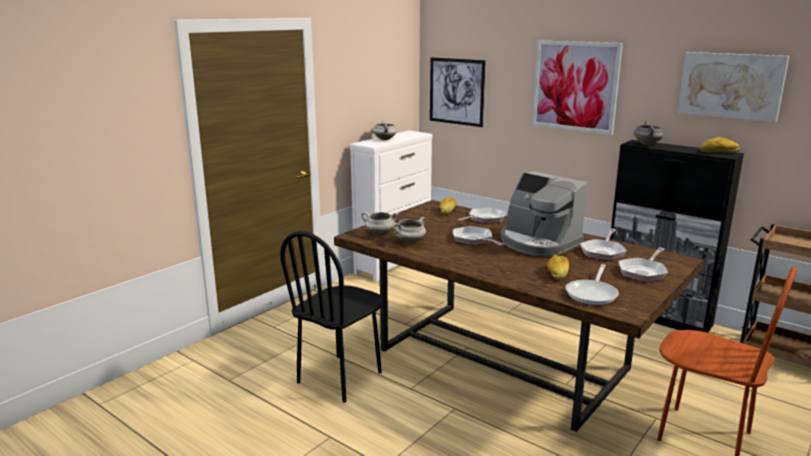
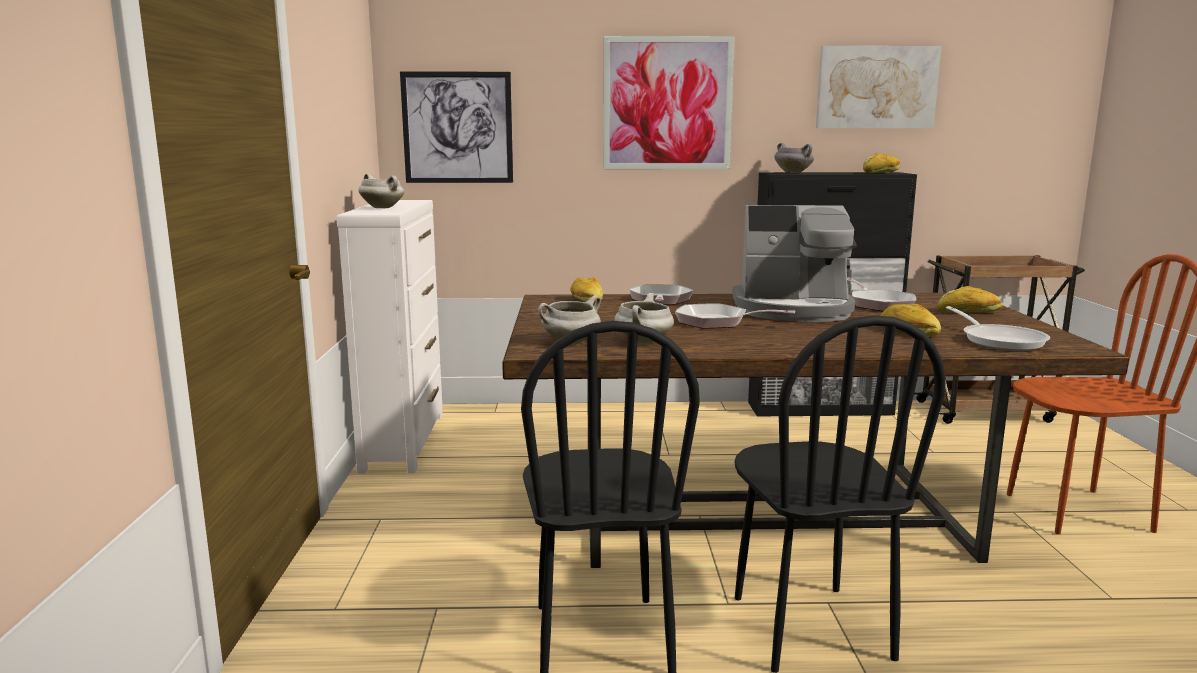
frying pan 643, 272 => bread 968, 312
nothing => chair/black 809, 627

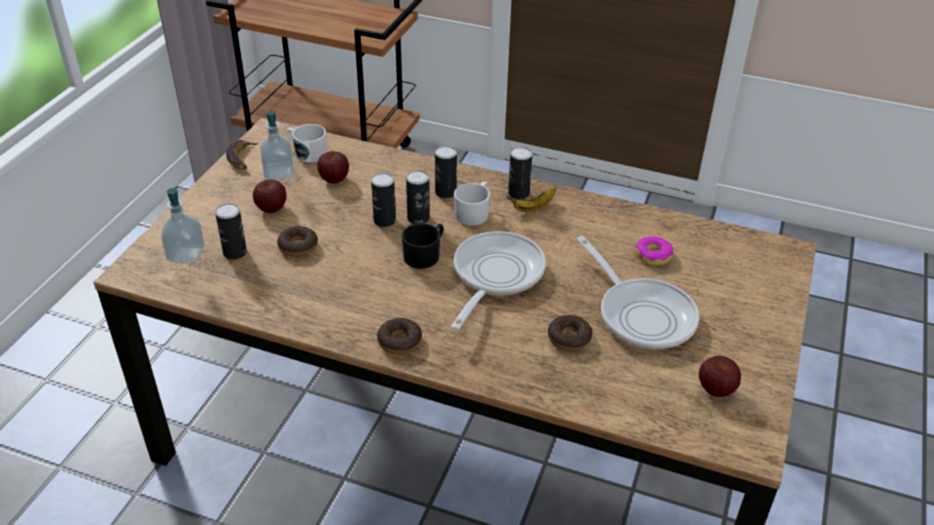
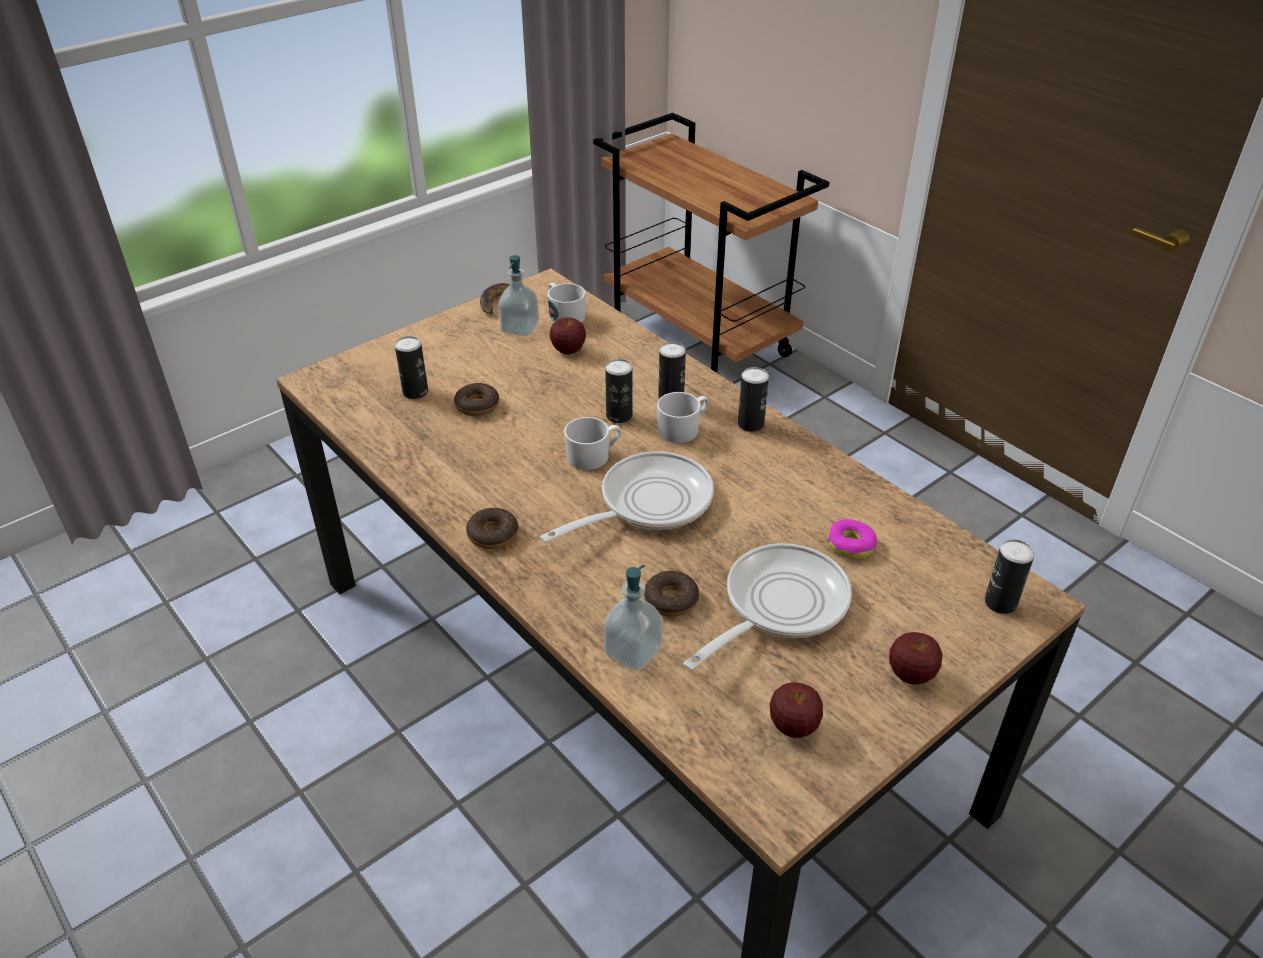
can 384, 220 => can 1000, 603, move
apple 271, 208 => apple 911, 674, move
soap dispenser 186, 254 => soap dispenser 633, 651, move
banana 533, 207 => nothing
mug/black 425, 255 => mug/white 593, 456
frying pan 641, 314 => frying pan 778, 606, 135 degrees counterclockwise

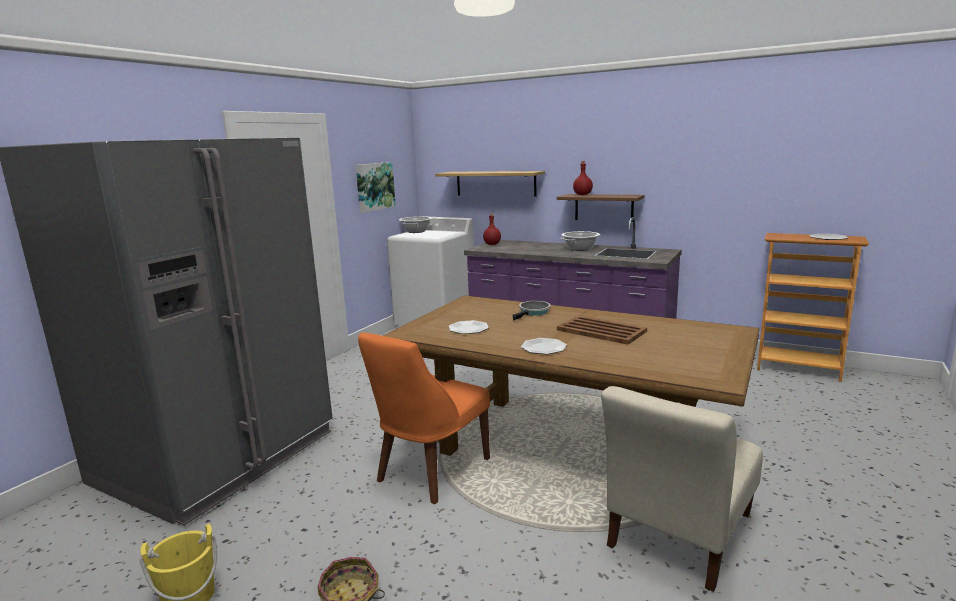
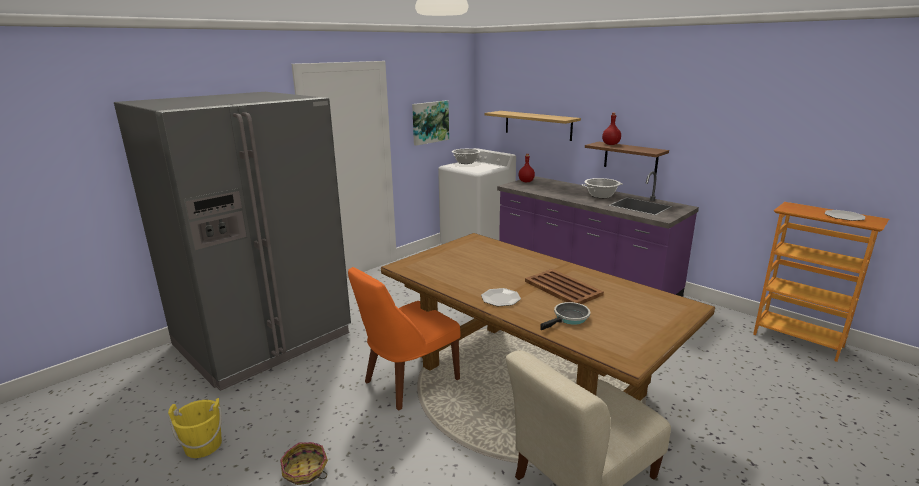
frying pan 533, 312 => frying pan 569, 318, move
plate 468, 328 => nothing

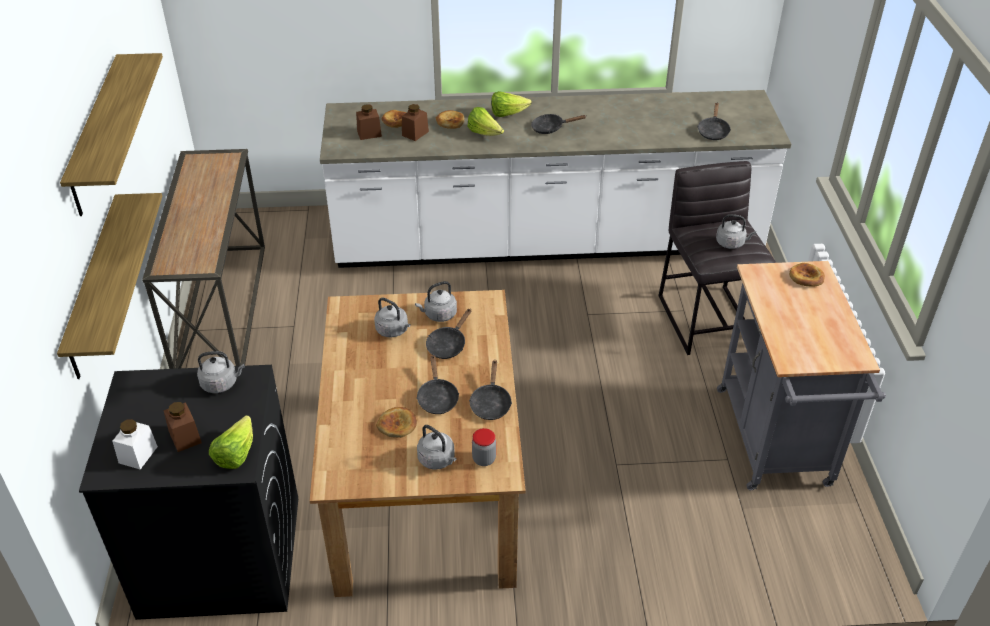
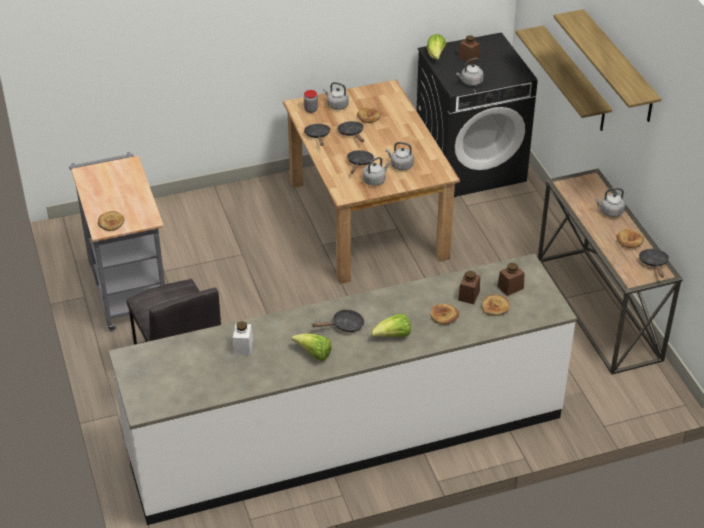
frying pan/black 713, 131 => frying pan/black 654, 263, move
lettuce 484, 133 => lettuce 314, 354, move
kettle/grey 731, 243 => kettle/grey 610, 212, move
jar/white 138, 455 => jar/white 243, 347, move
nothing => bread 629, 240

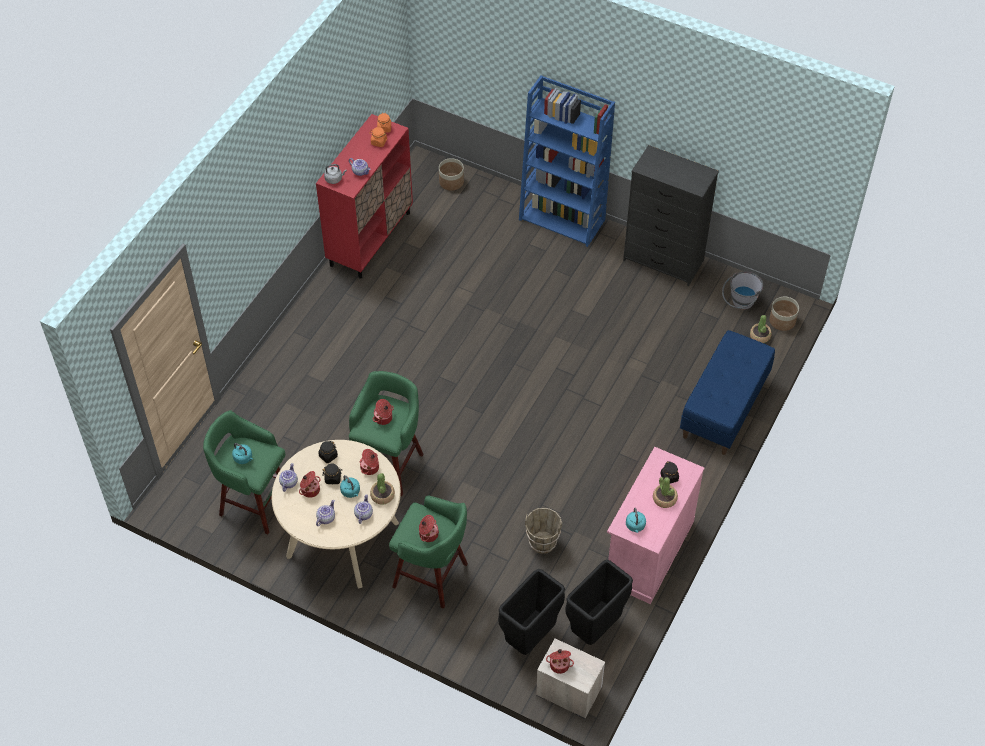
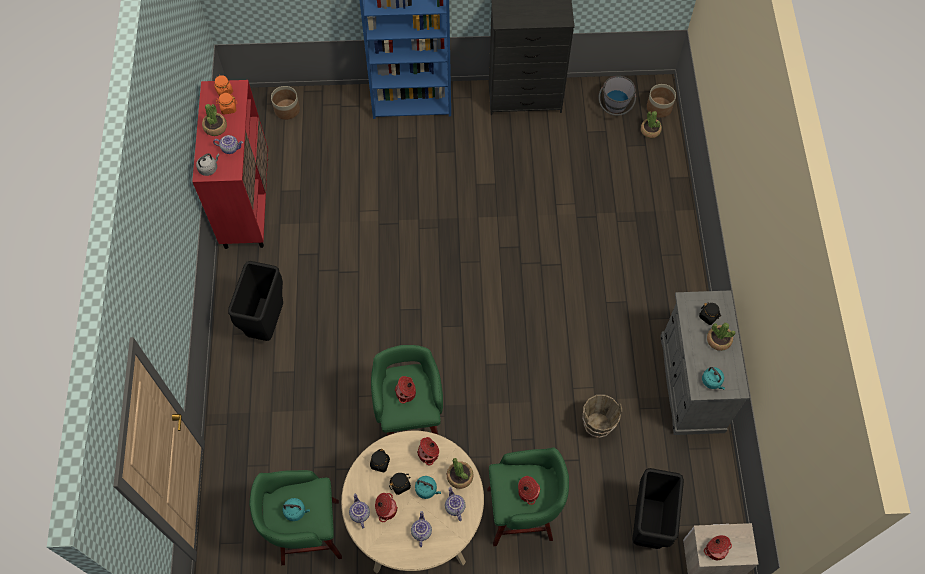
bench/blue 724, 408 => nothing
cabinet/pink 649, 551 => cabinet/grey 691, 383
trash can/black 594, 628 => trash can/black 266, 324, move
nothing => potted plant 215, 127

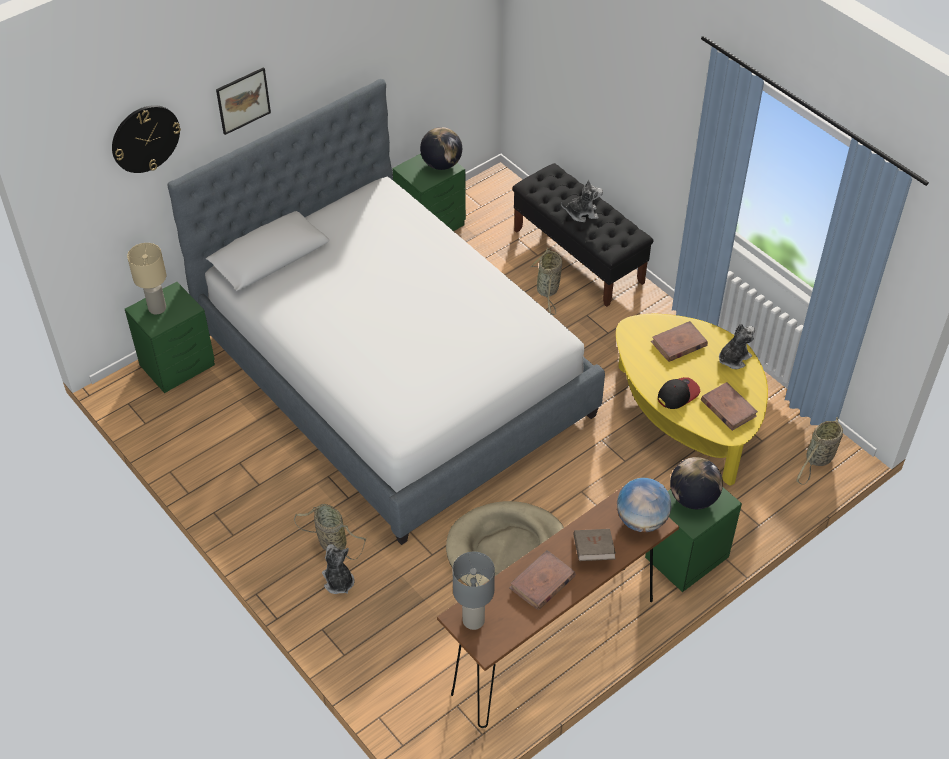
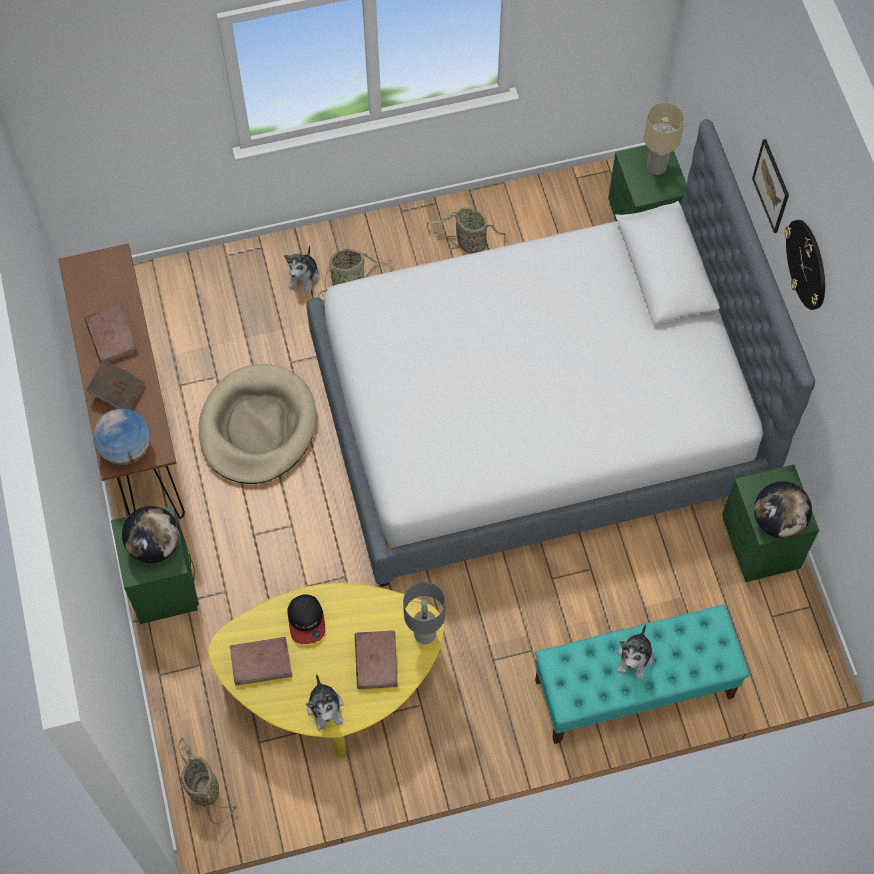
wall clock 145, 138 => wall clock 807, 264, move
bench/black 578, 256 => bench/turquoise 633, 689
basket 548, 291 => basket 469, 243, move
plush toy 338, 581 => plush toy 304, 276, 105 degrees clockwise
table lamp/grey 473, 621 => table lamp/grey 424, 633, move

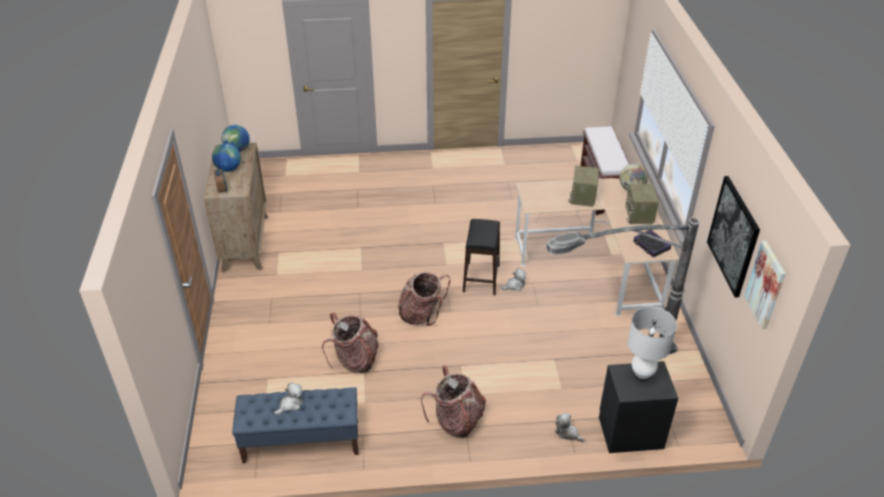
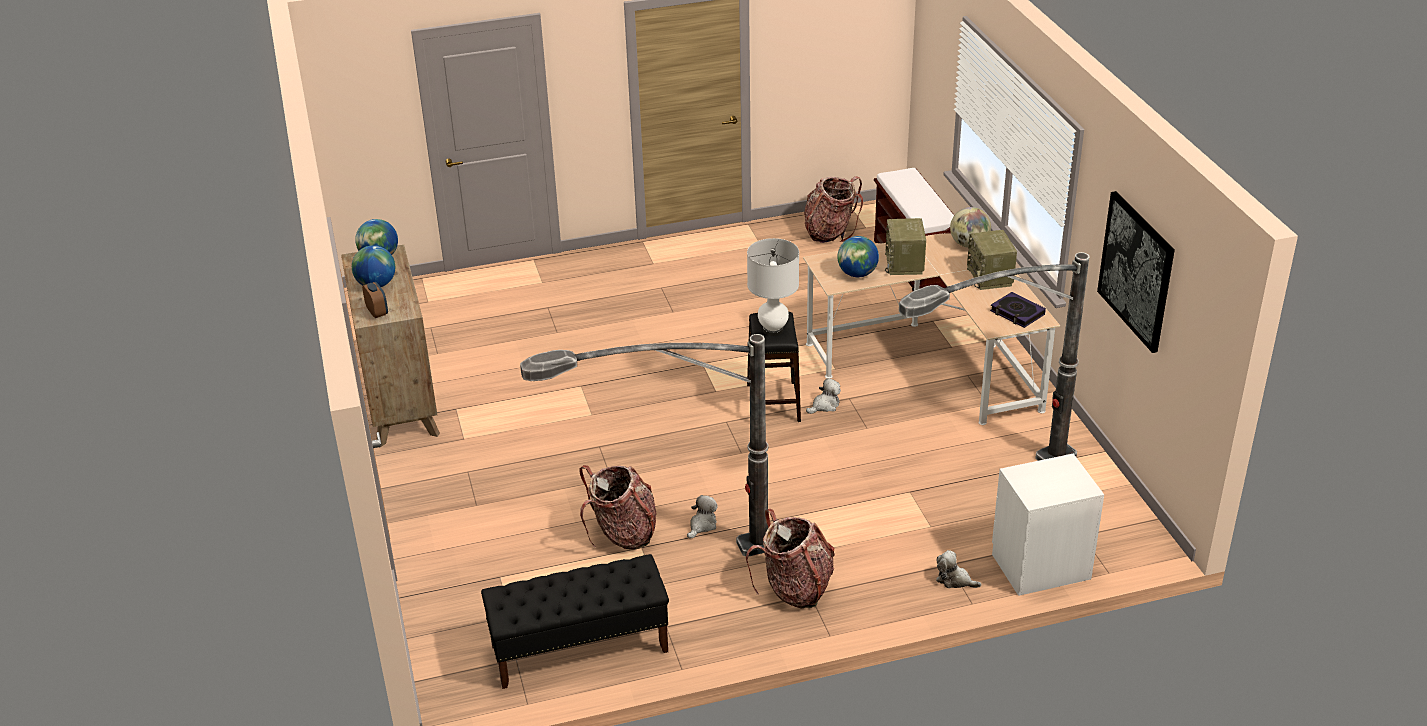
picture 766, 285 => nothing
backpack 421, 314 => backpack 830, 232, move
table lamp/white 642, 375 => table lamp/white 773, 330, move
nightstand/black 630, 431 => nightstand/white 1040, 565
plush toy 290, 404 => plush toy 702, 525, move
bench/blue 301, 441 => bench/black 579, 649
nothing => globe 857, 274
nothing => floor lamp 664, 567

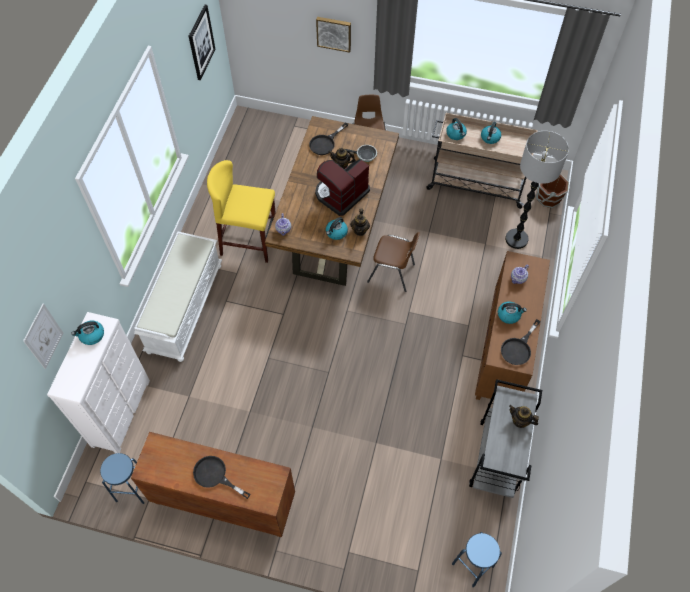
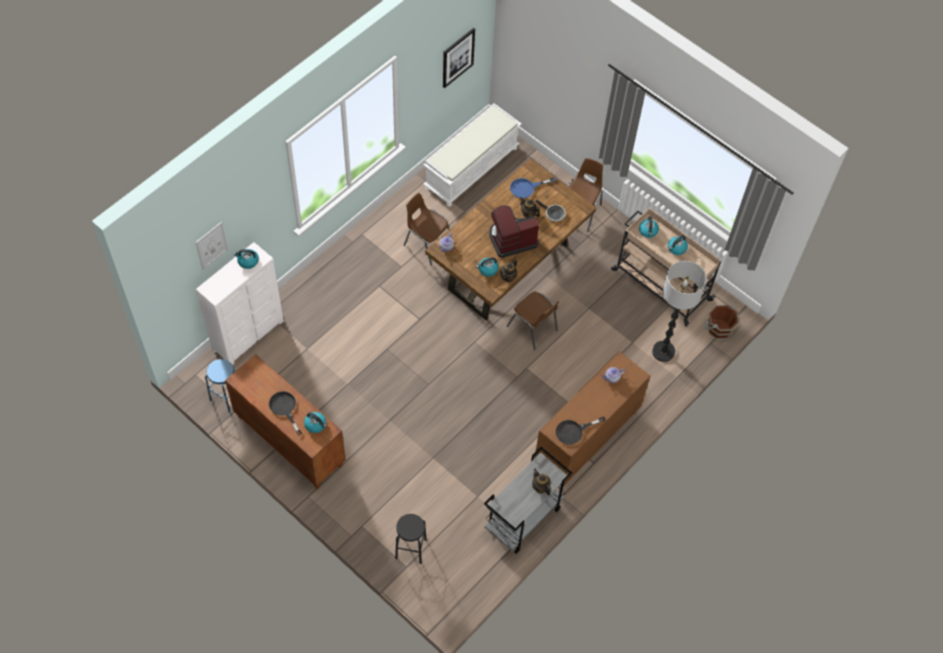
picture 334, 33 => nothing
frying pan/black 325, 143 => frying pan/blue 526, 188
stool/yellow 249, 242 => chair/brown 427, 244
bench/white 184, 307 => bench/white 471, 167, move
kettle 509, 315 => kettle 316, 425, move
stool/blue 472, 565 => nothing
nothing => stool/black 411, 549

